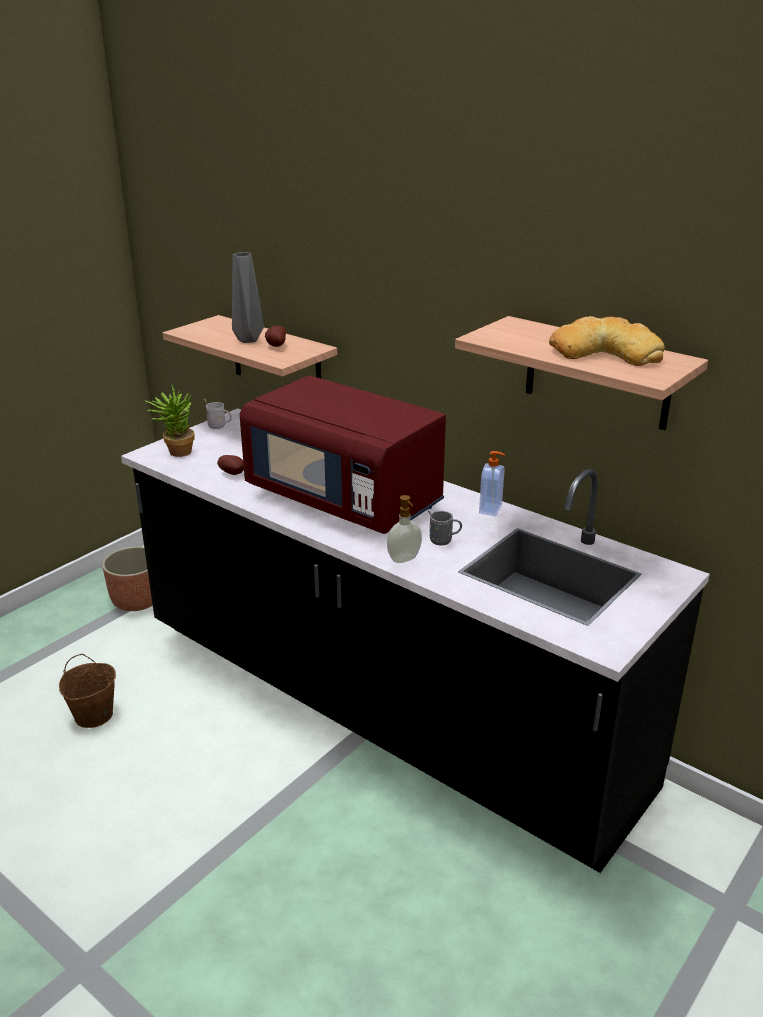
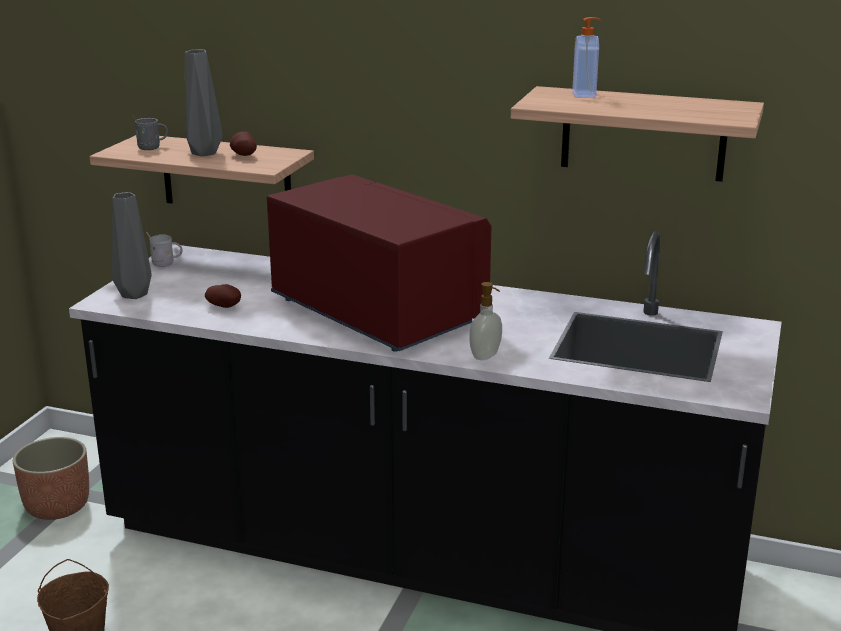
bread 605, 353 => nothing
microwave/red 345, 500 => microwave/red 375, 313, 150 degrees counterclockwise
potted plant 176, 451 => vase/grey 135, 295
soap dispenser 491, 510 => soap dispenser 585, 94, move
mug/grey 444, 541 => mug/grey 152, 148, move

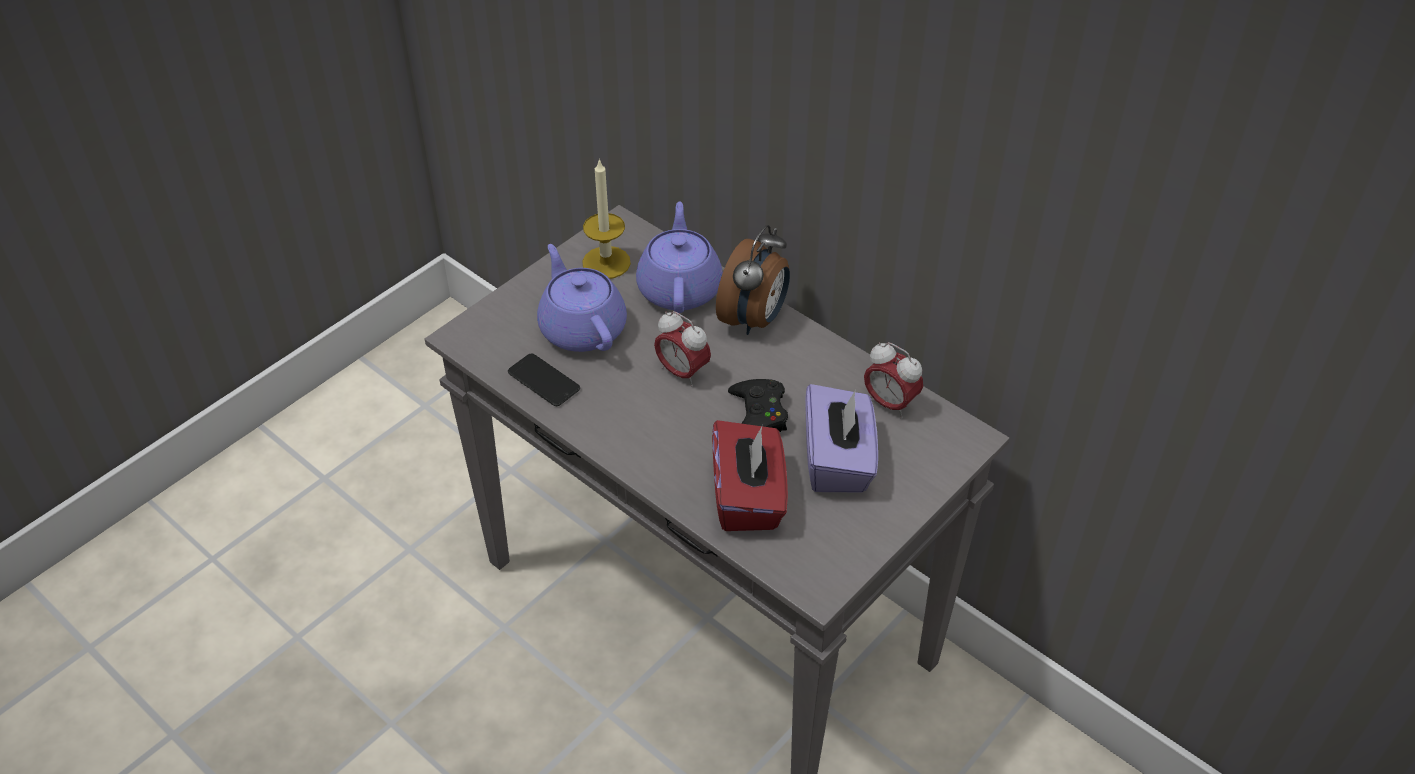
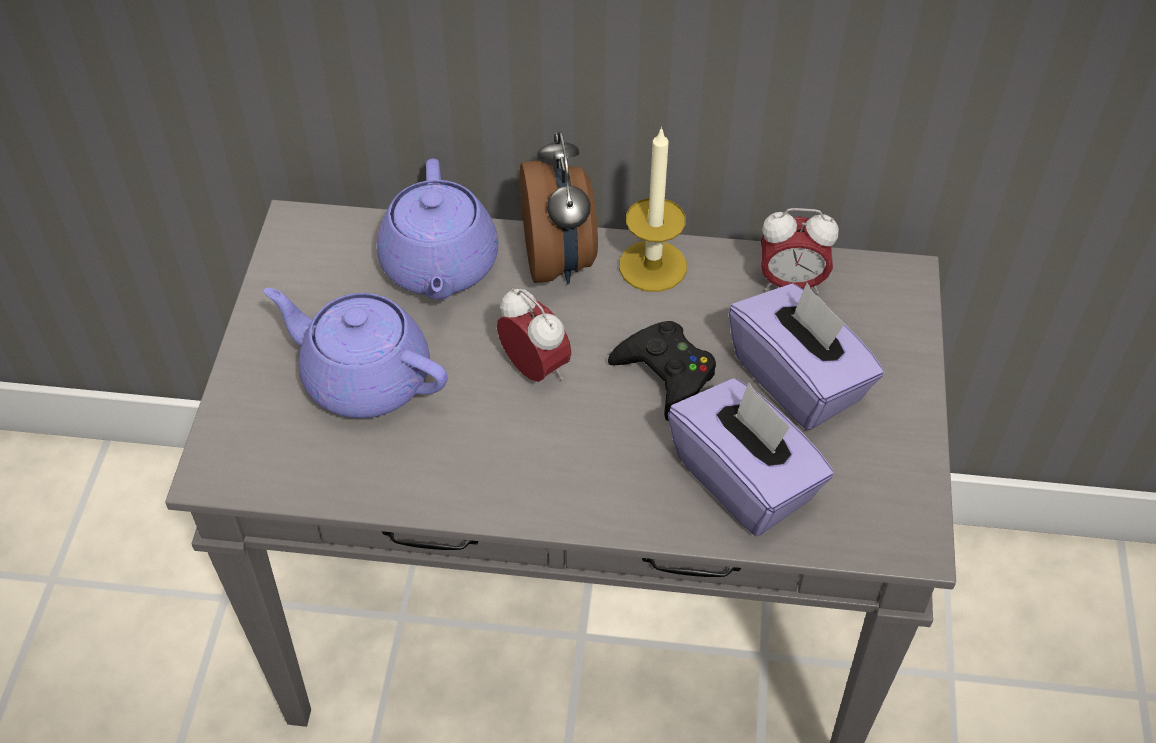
candle 606, 262 => candle 652, 266, move
teapot/purple 679, 288 => teapot/purple 439, 266, 150 degrees counterclockwise
alarm clock 682, 372 => alarm clock 535, 369, 135 degrees counterclockwise
phone 543, 381 => nothing
tissue box/red 748, 498 => tissue box/purple 745, 479

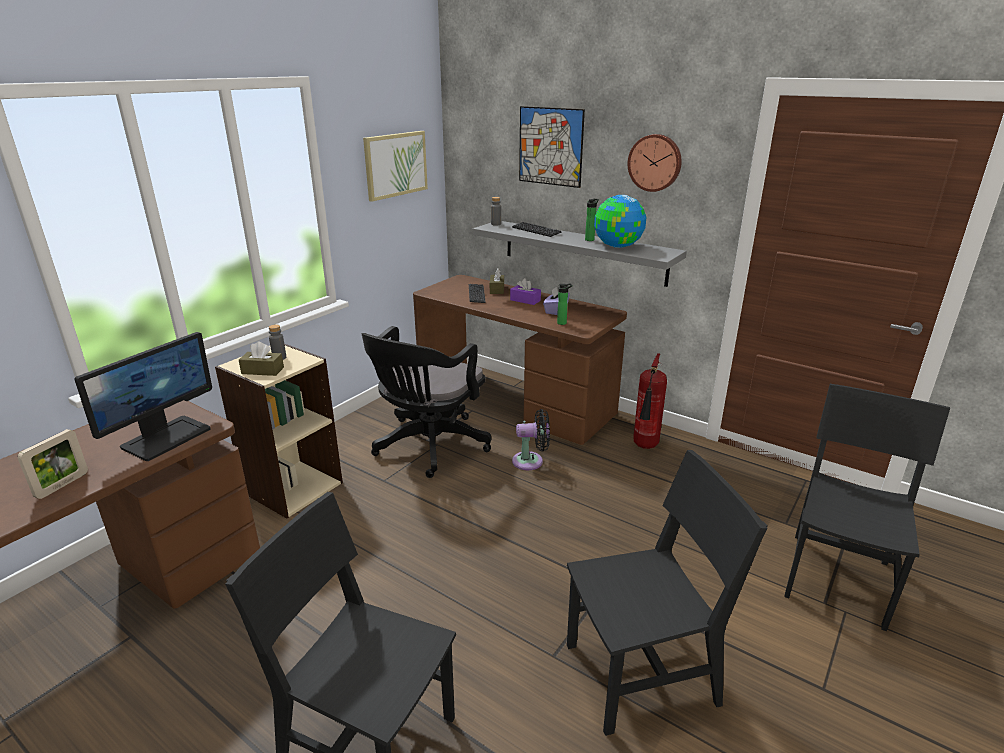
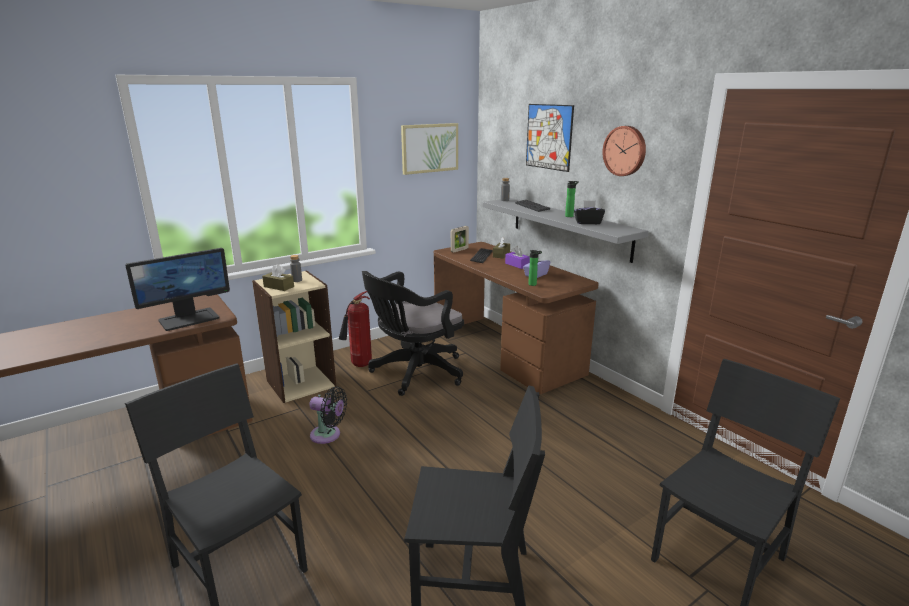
globe 617, 246 => tissue box/black 588, 222
fire extinguisher 645, 447 => fire extinguisher 359, 365, move
fan/black 531, 461 => fan/black 328, 435, move
picture frame 62, 485 => picture frame 459, 250, move

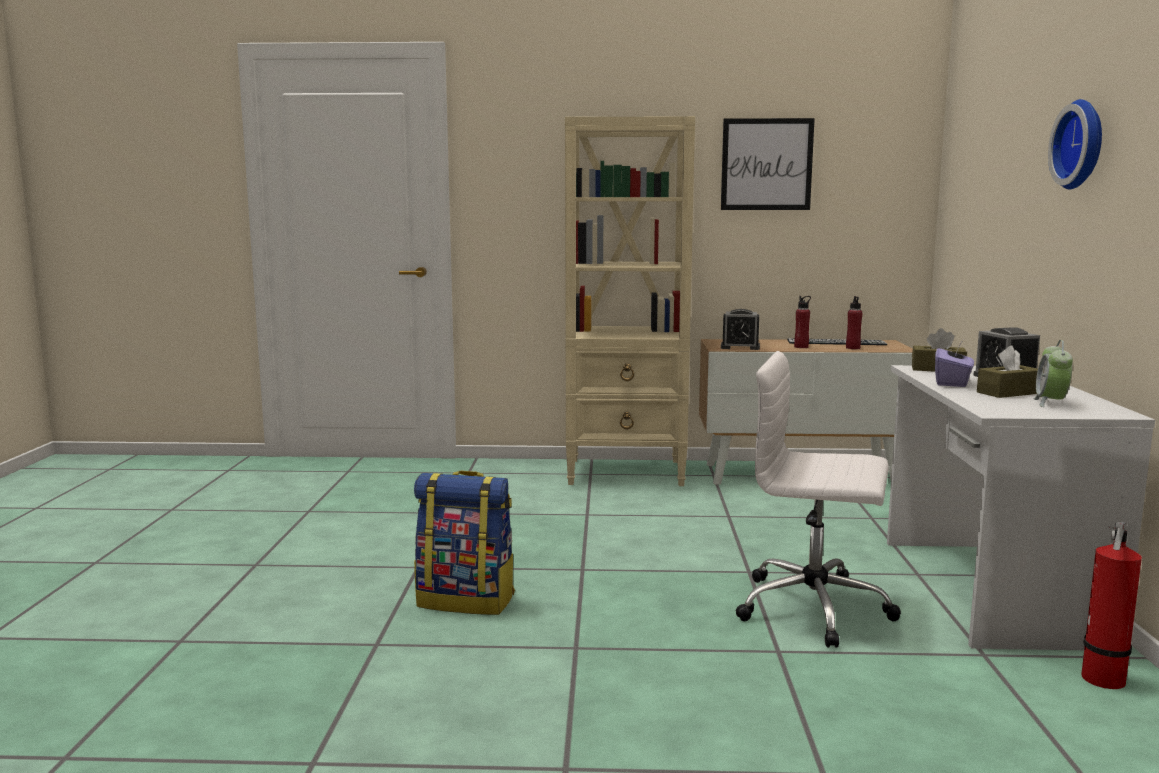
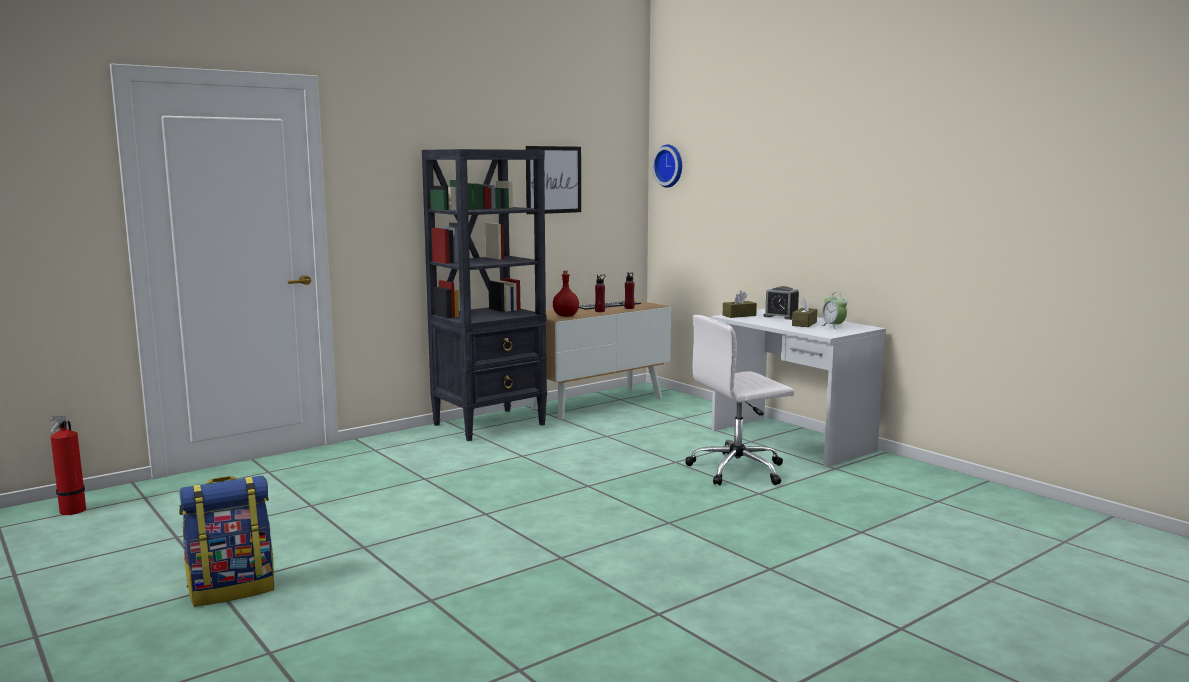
wall clock 1083, 144 => wall clock 670, 166, move
bookcase/beige 627, 472 => bookcase/black 490, 424
alarm clock 740, 347 => bottle/red 565, 316
tissue box/purple 952, 383 => nothing
backpack 467, 600 => backpack 232, 589, move
fire extinguisher 1102, 681 => fire extinguisher 71, 512, move

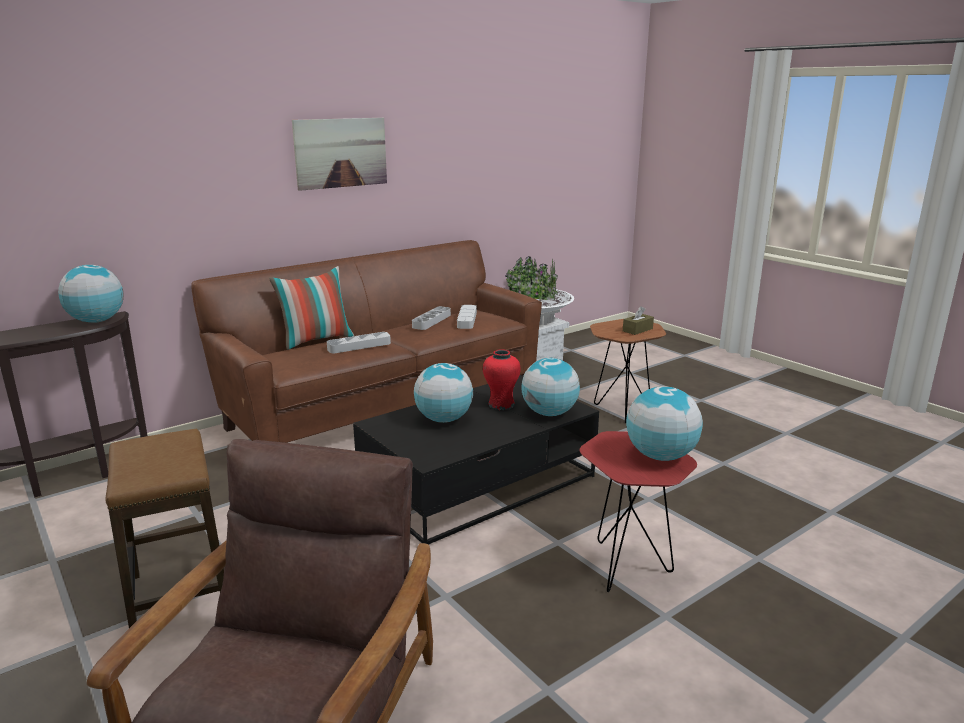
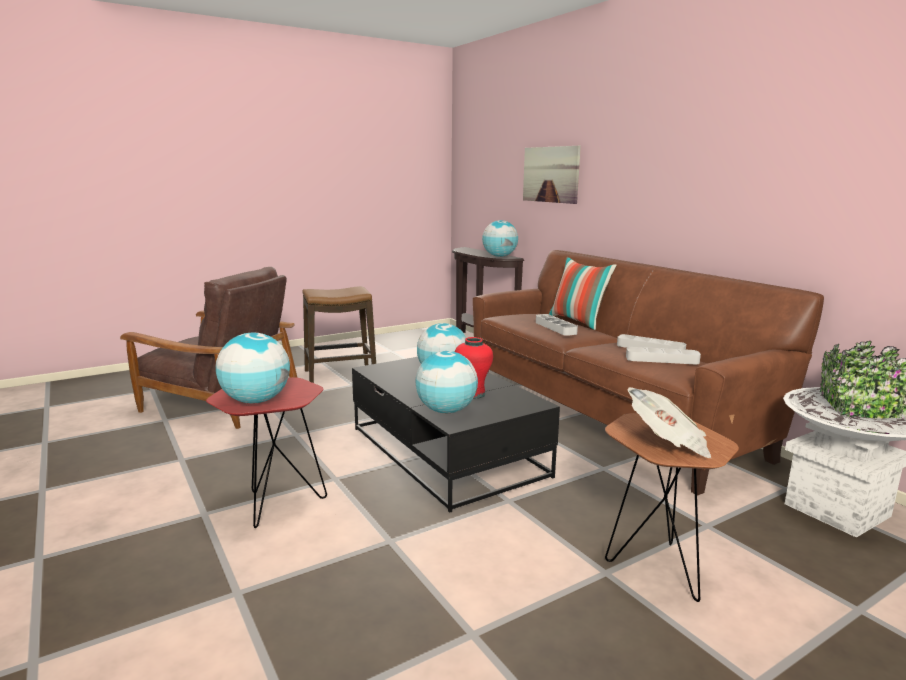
picture 341, 153 => picture 550, 174, move
tissue box/brown 637, 330 => newspaper 668, 443

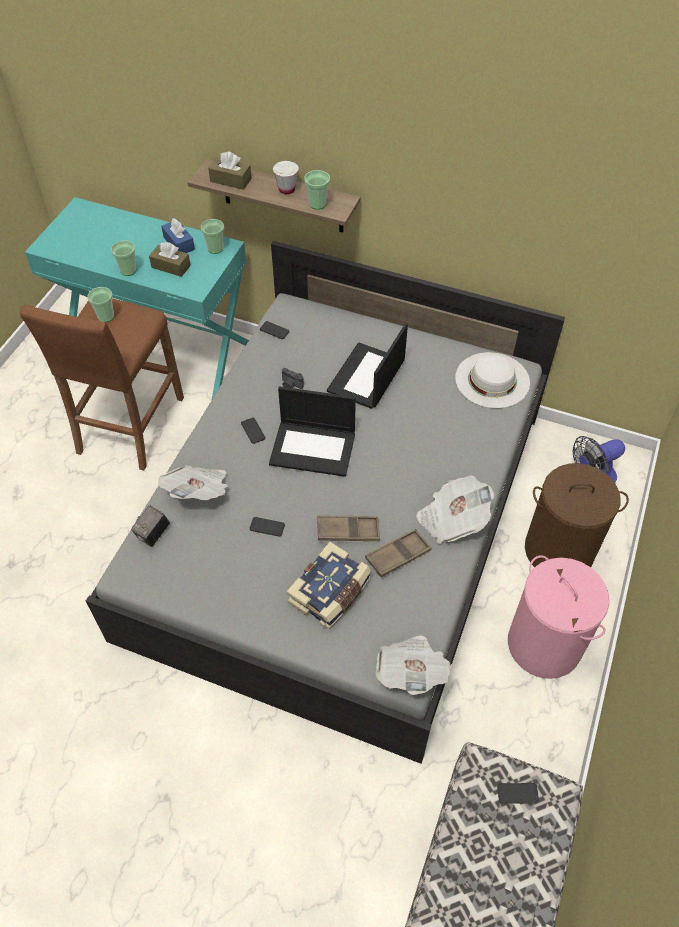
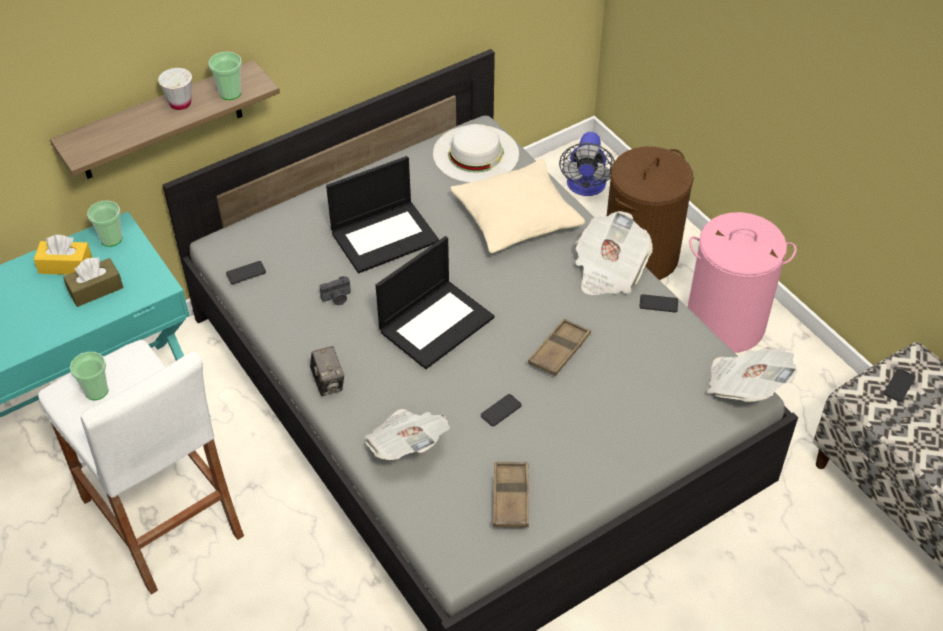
tissue box/brown 231, 180 => nothing
tissue box/blue 179, 243 => tissue box/yellow 65, 265
cup 128, 270 => nothing
stool/brown 130, 425 => stool/white 162, 518
laptop 366, 377 => laptop 385, 236, 90 degrees counterclockwise
phone 253, 431 => phone 658, 304, move
photo camera 153, 534 => photo camera 328, 383, move
tray/brown 398, 555 => tray/brown 510, 498, move
book 330, 593 => nothing
nothing => pillow/beige 516, 218

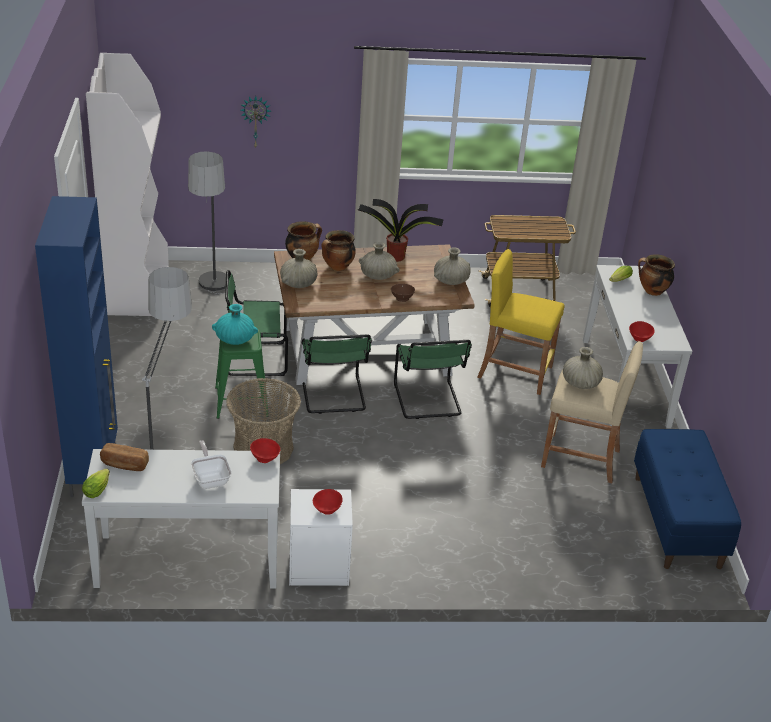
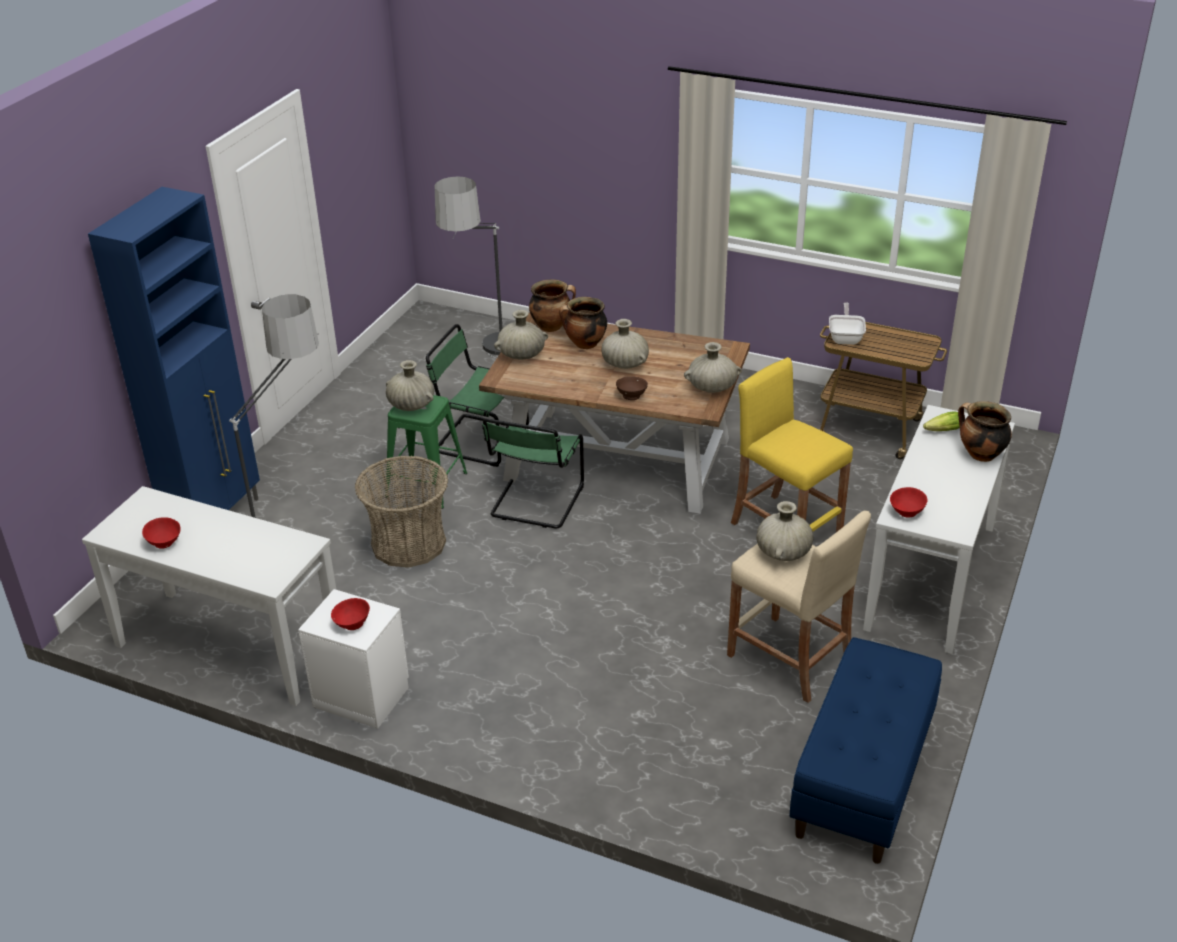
bookcase/white 137, 290 => nothing
wall clock 255, 121 => nothing
potted plant 397, 257 => nothing
vase/turquoise 235, 339 => vase/beige 411, 405
chair/green 428, 401 => nothing
bowl/red 265, 459 => bowl/red 164, 543, move
frying pan 210, 478 => frying pan 845, 337, move
bread 124, 465 => nothing
lettuce 98, 488 => nothing

